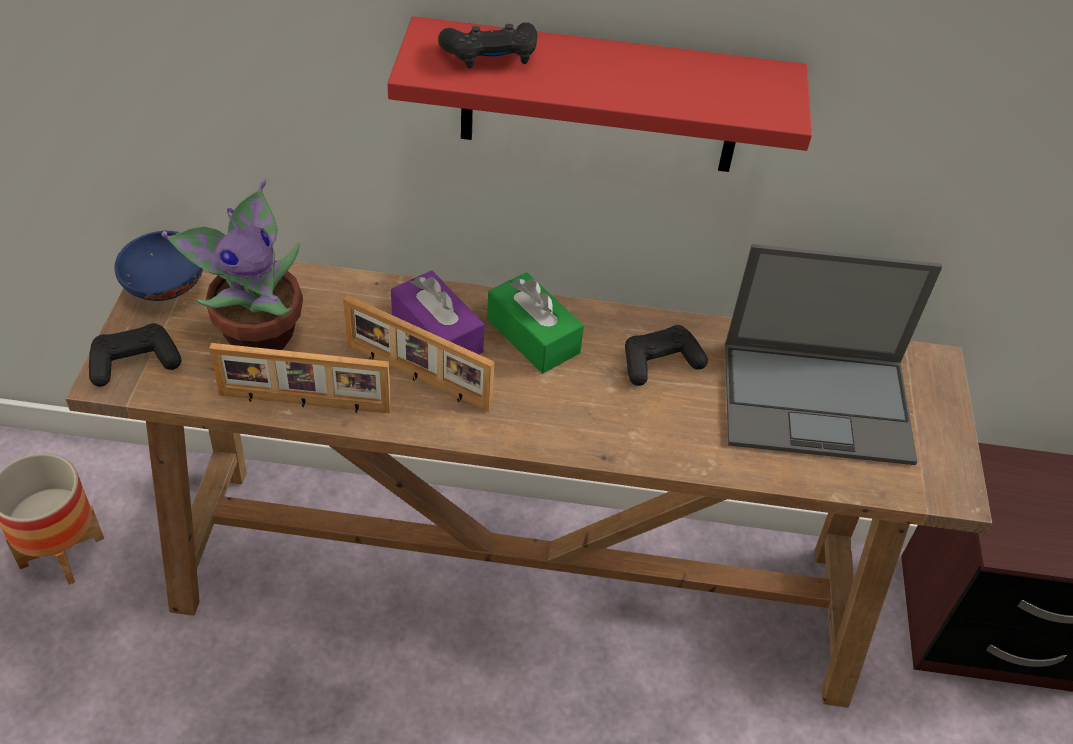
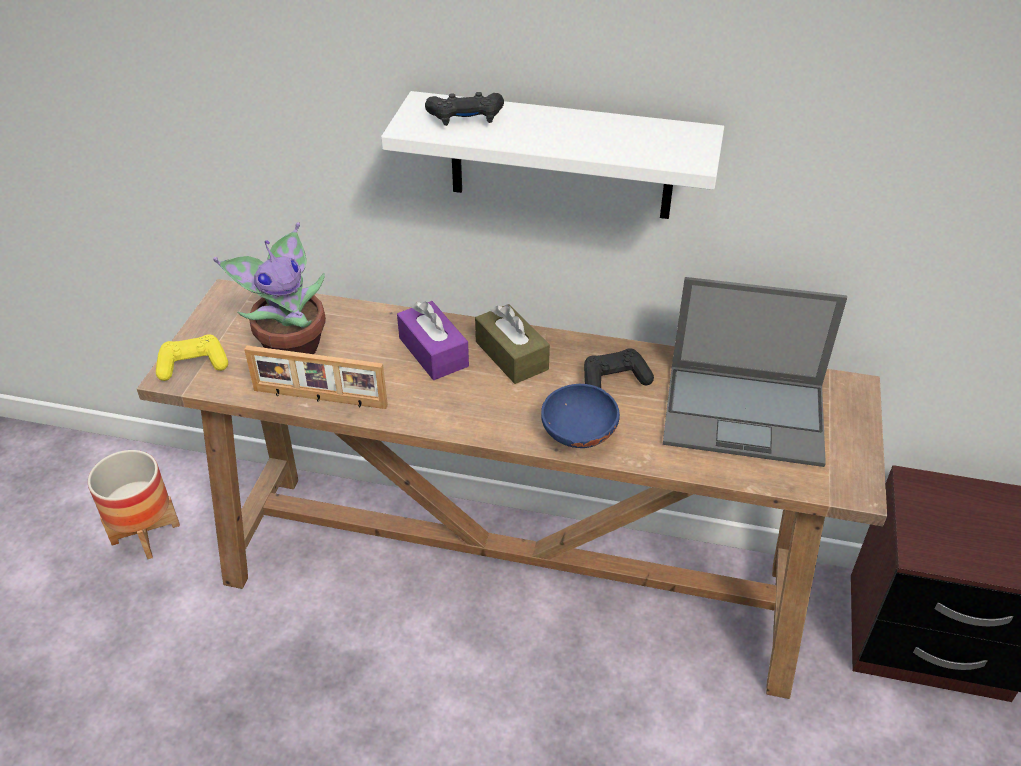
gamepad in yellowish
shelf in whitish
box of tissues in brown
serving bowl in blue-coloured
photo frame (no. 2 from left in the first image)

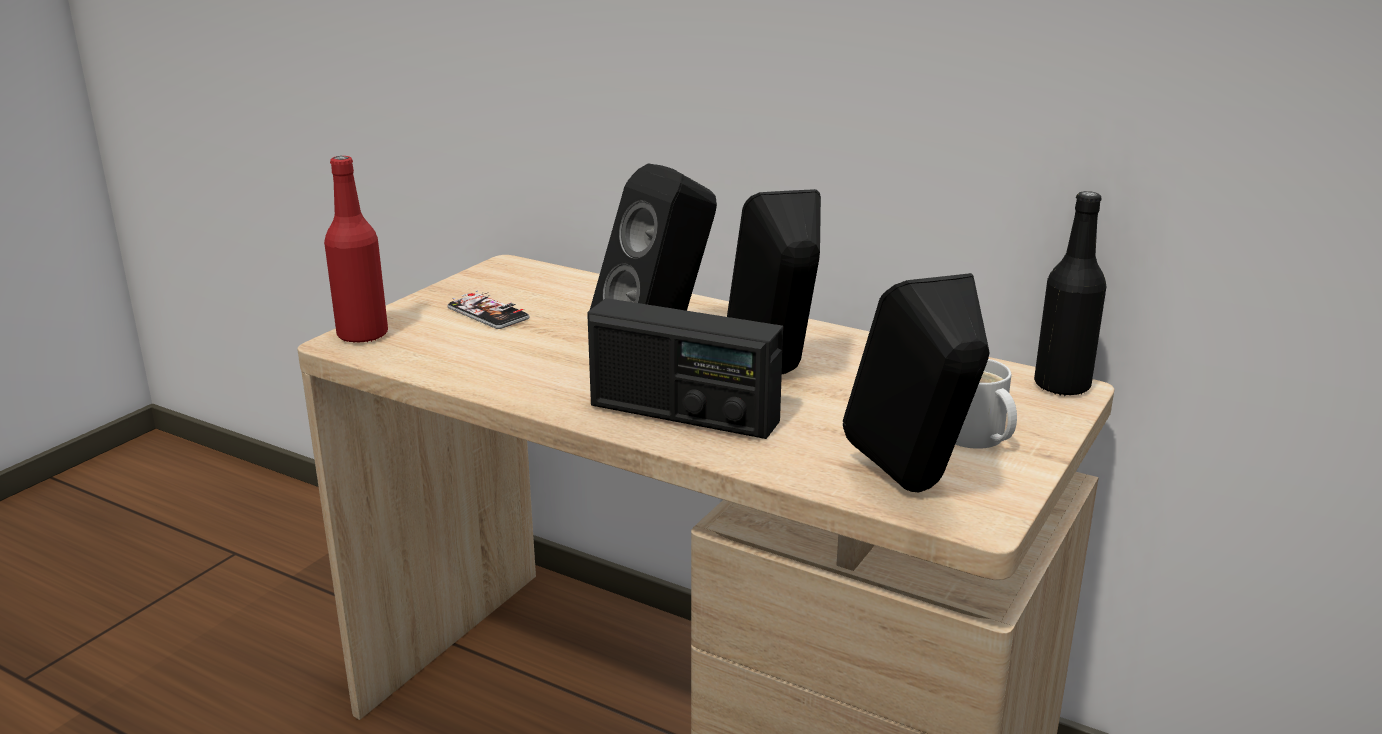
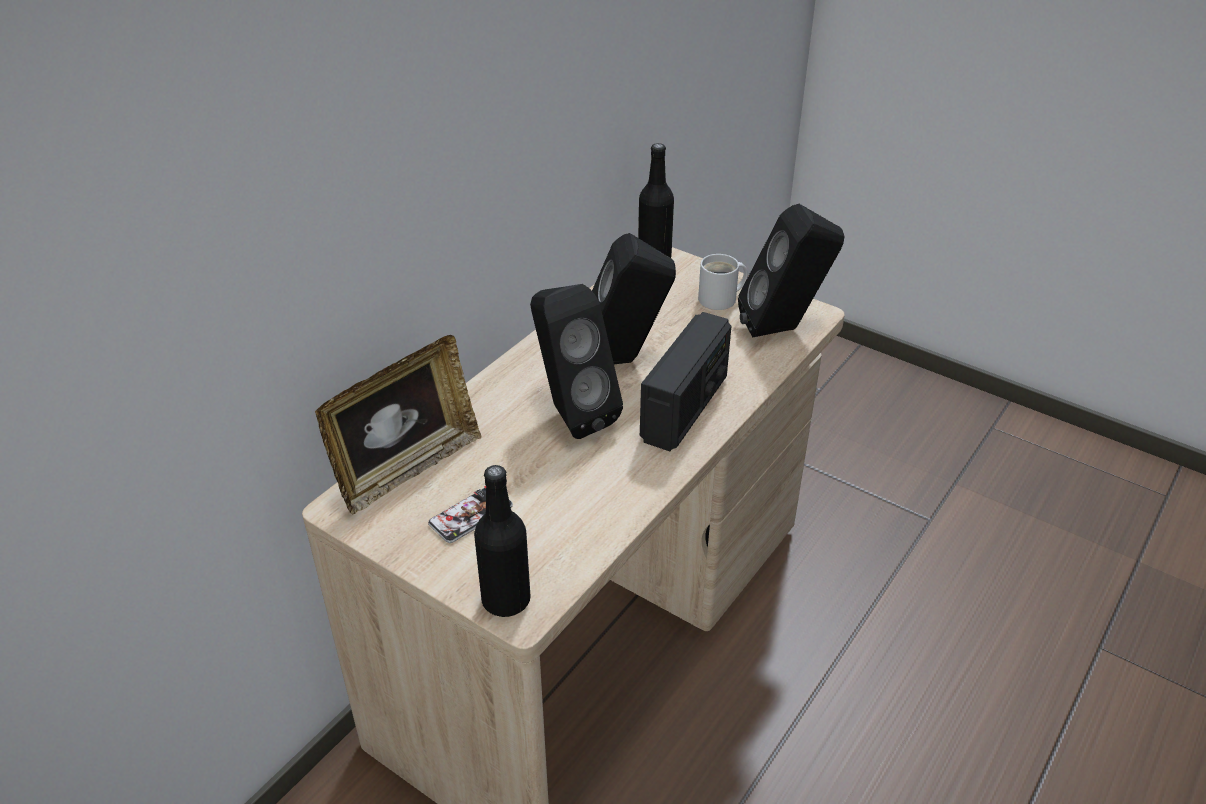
photo frame
beverage bottle in black (no. 1 from left)

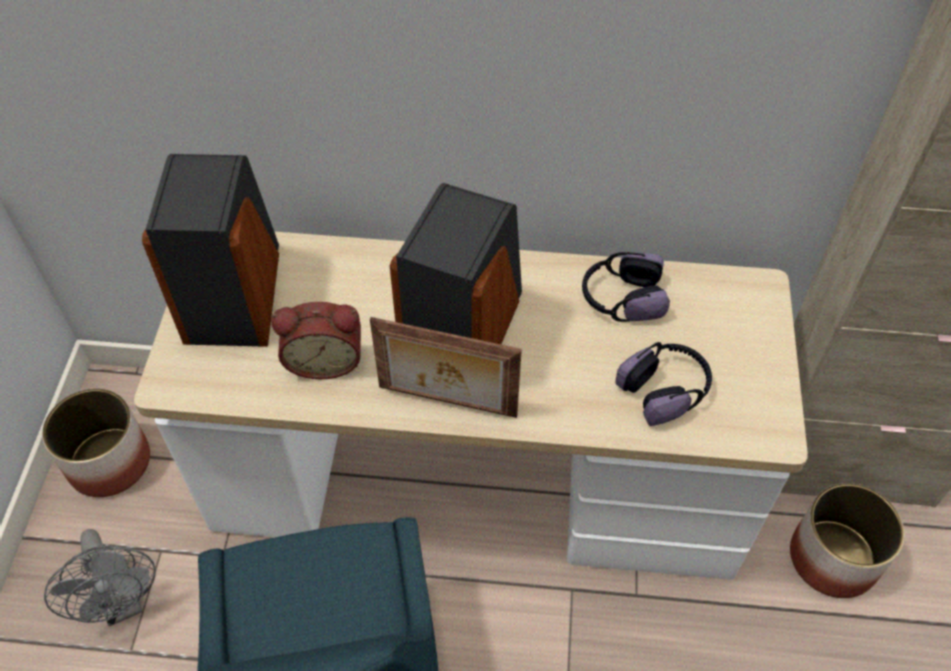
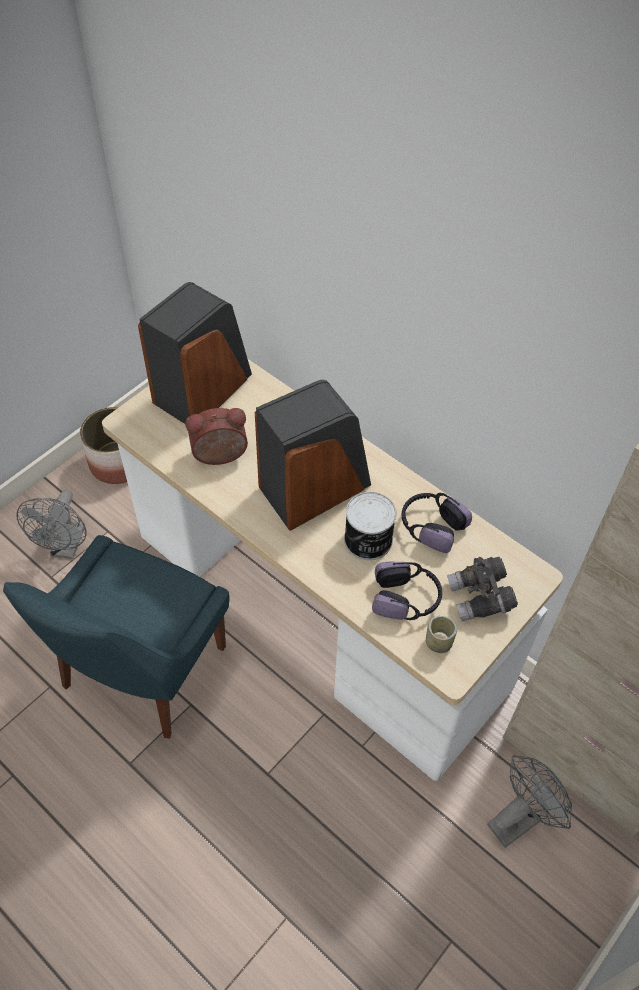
alarm clock
sealed can
drinking cup
binoculars in gray
cooling fan in gray (no. 2 from left)
photo frame

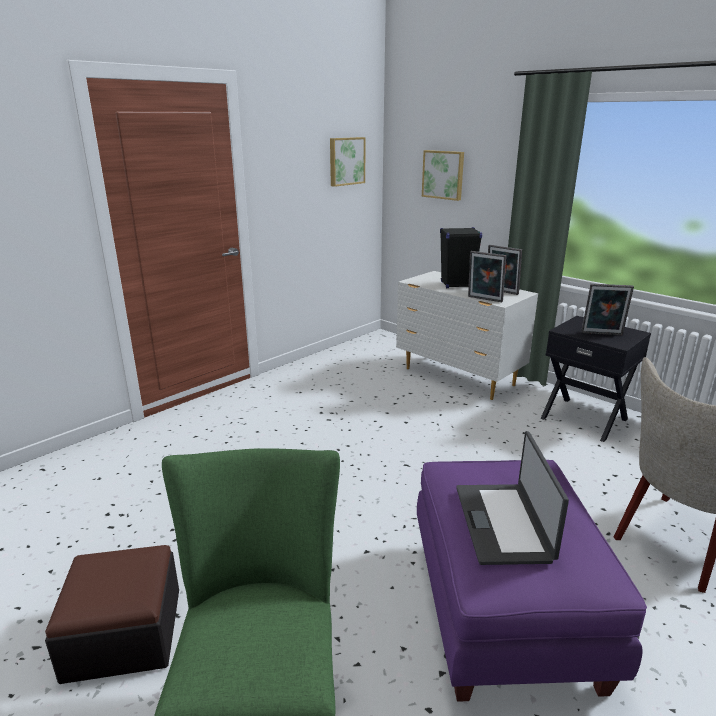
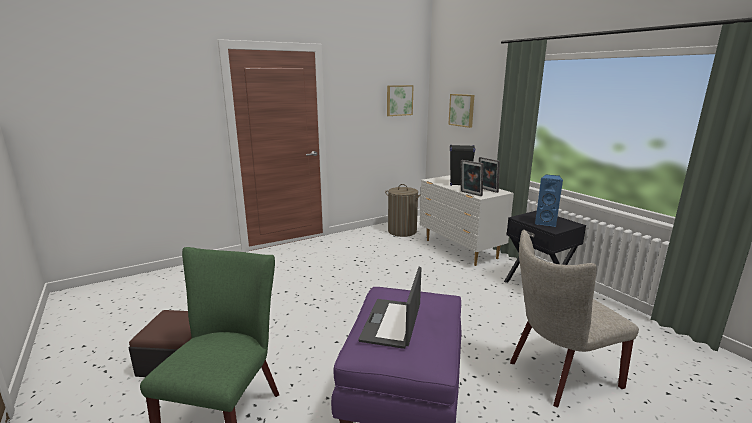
hamper
loudspeaker in blue-coloured

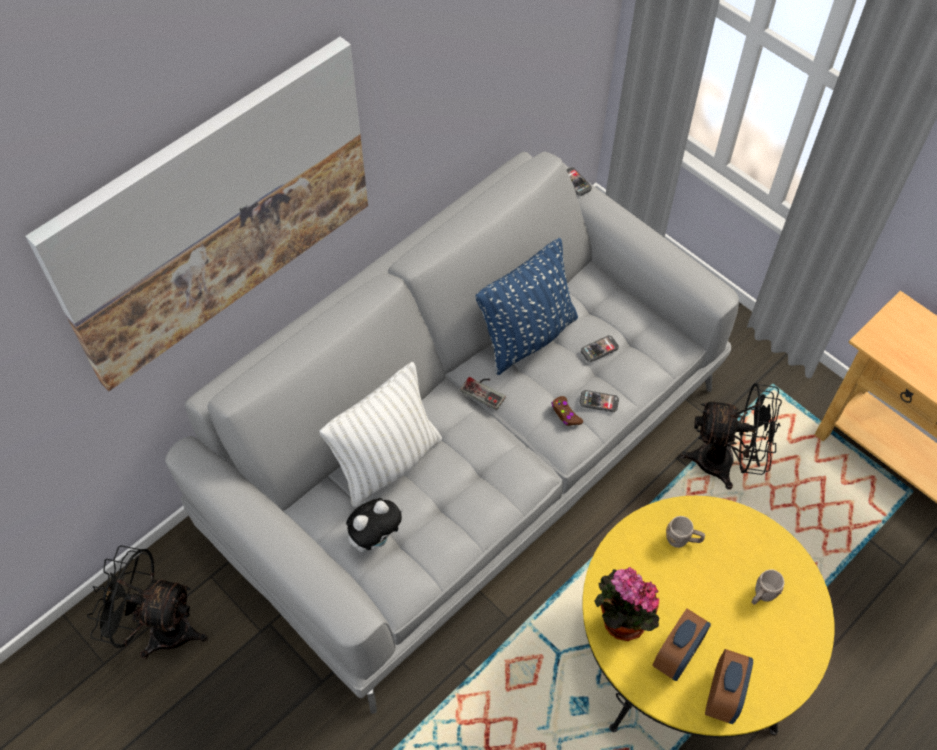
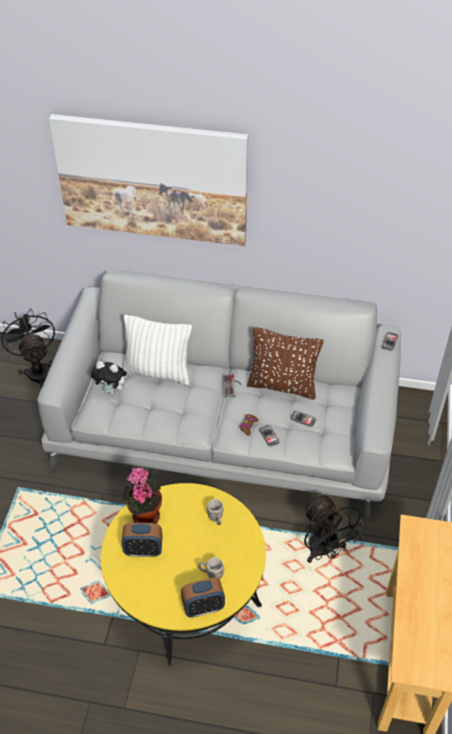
alarm clock (no. 2 from left)
throw pillow in brown

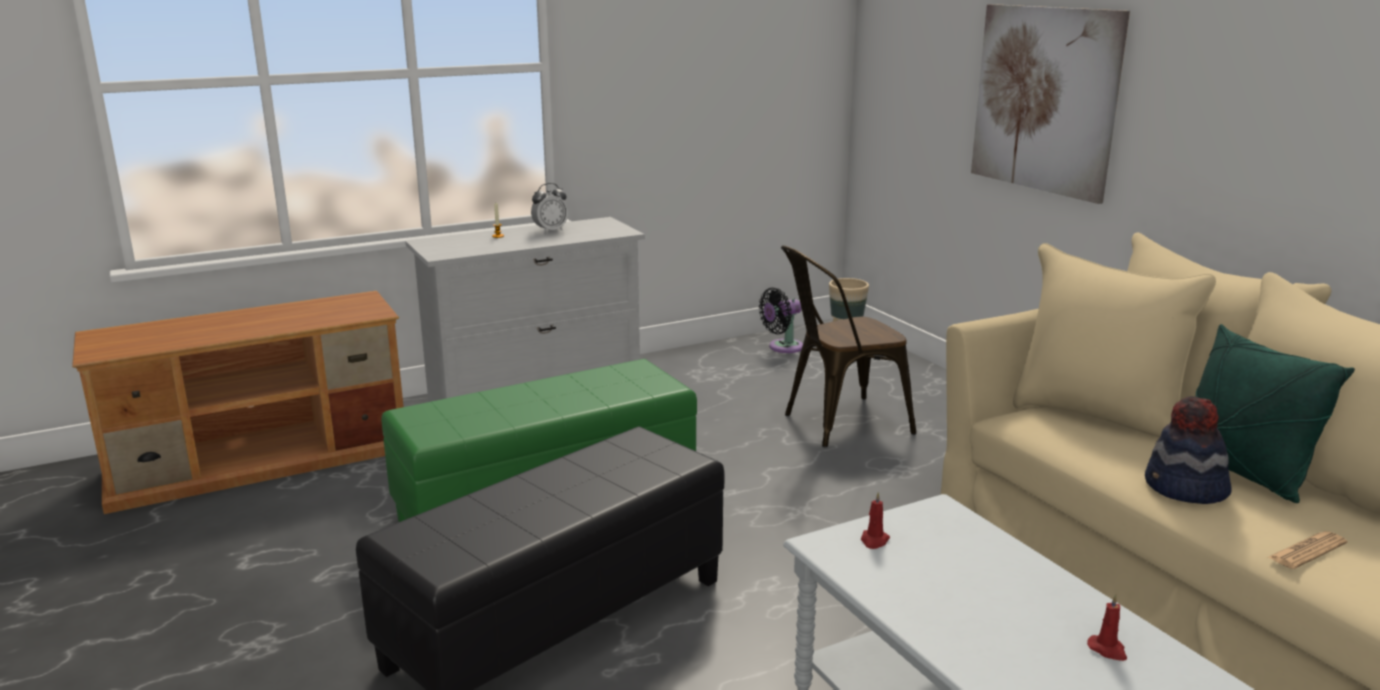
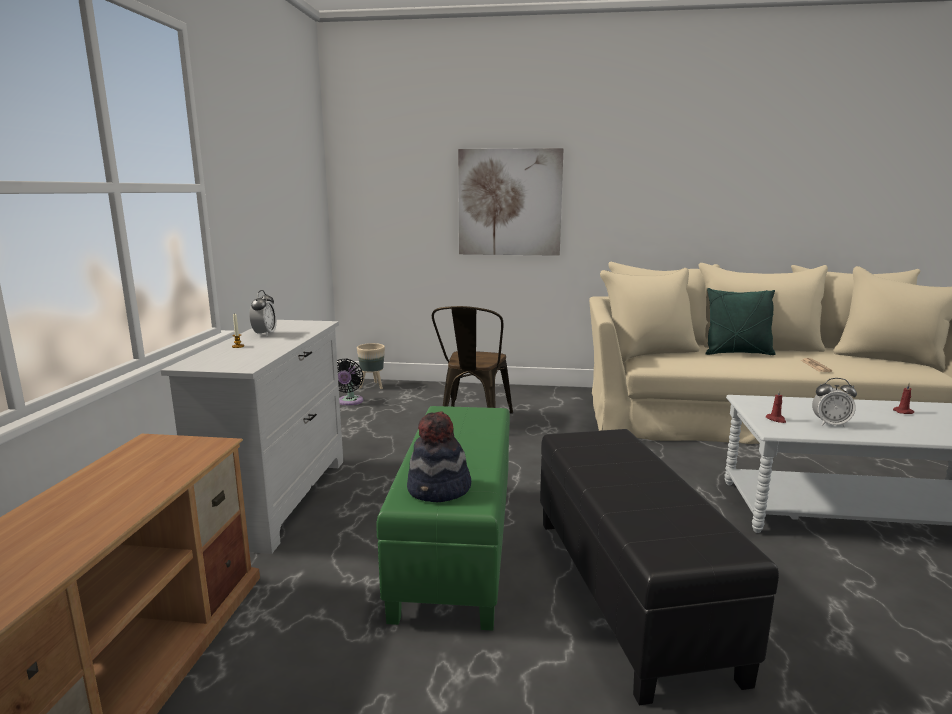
hat
alarm clock (no. 2 from left)

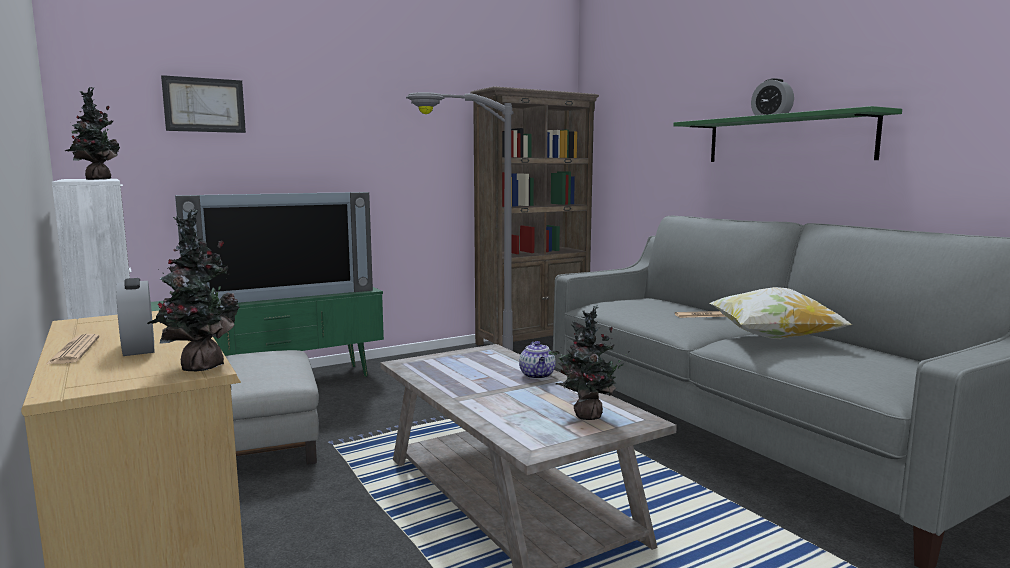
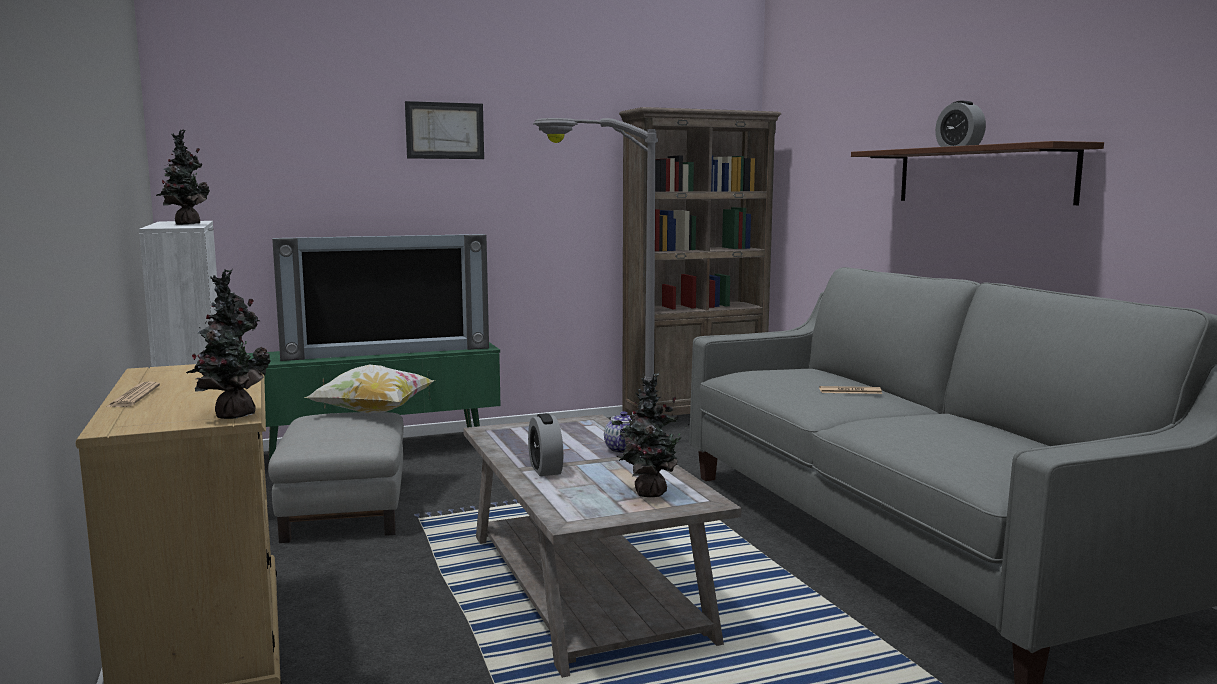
throw pillow
picture
alarm clock (no. 1 from left)
shelf in brown

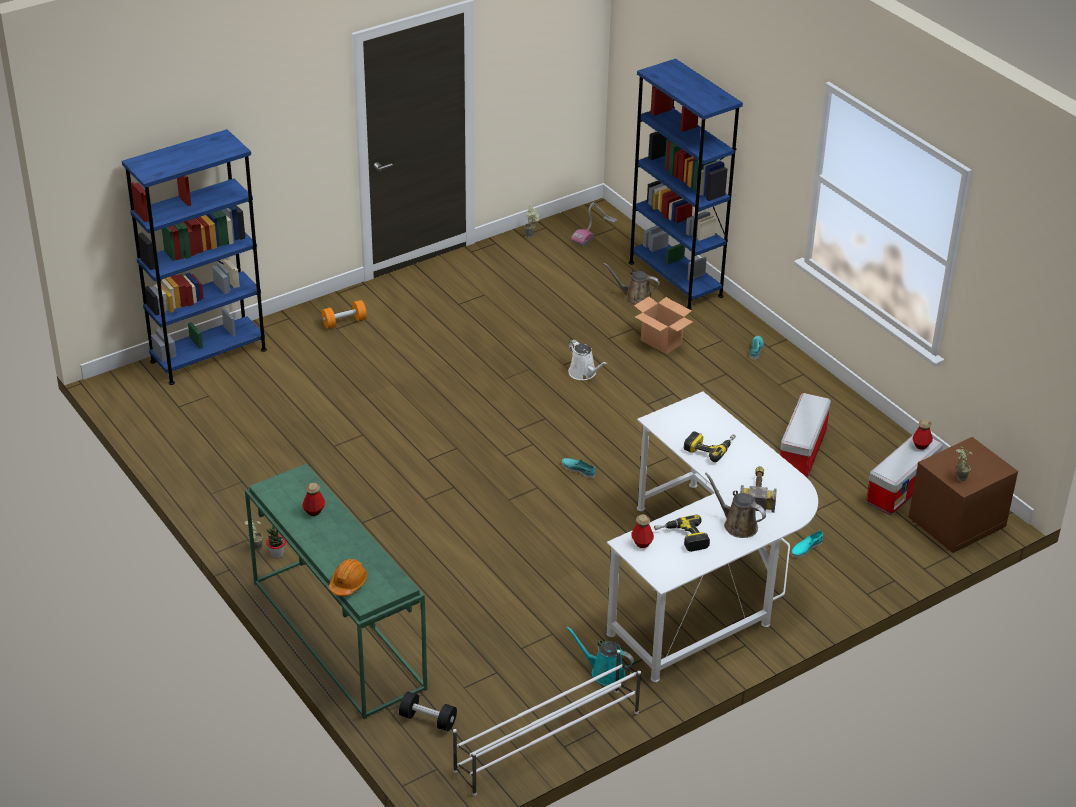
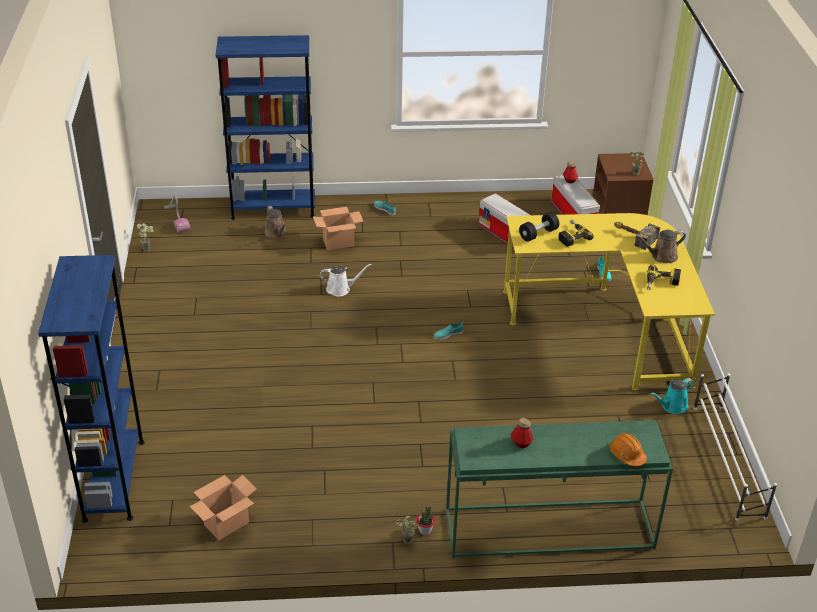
cardboard box (no. 1 from left)
sprinkling can in brown (no. 1 from left)
desk unit in yellowish
hand weight in black
hand weight in orangey
beverage bottle (no. 2 from left in the first image)

